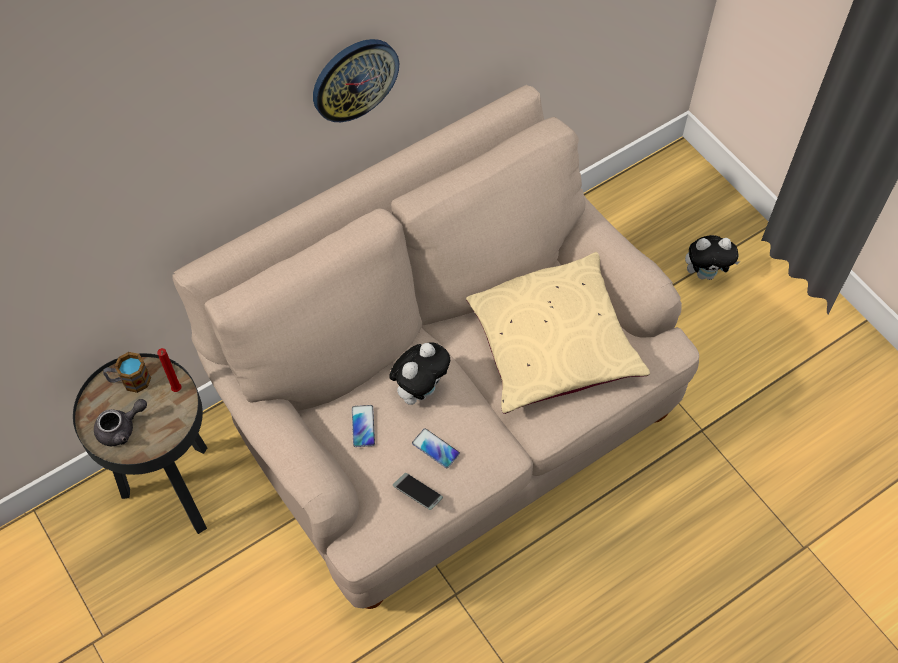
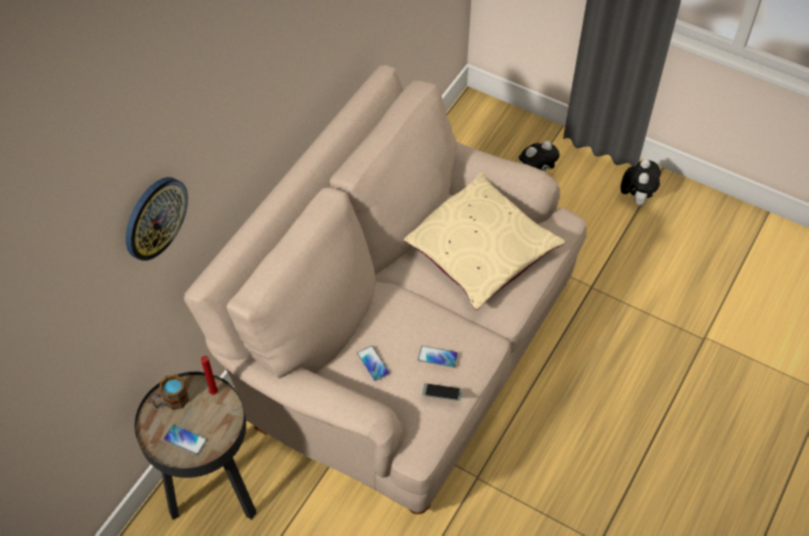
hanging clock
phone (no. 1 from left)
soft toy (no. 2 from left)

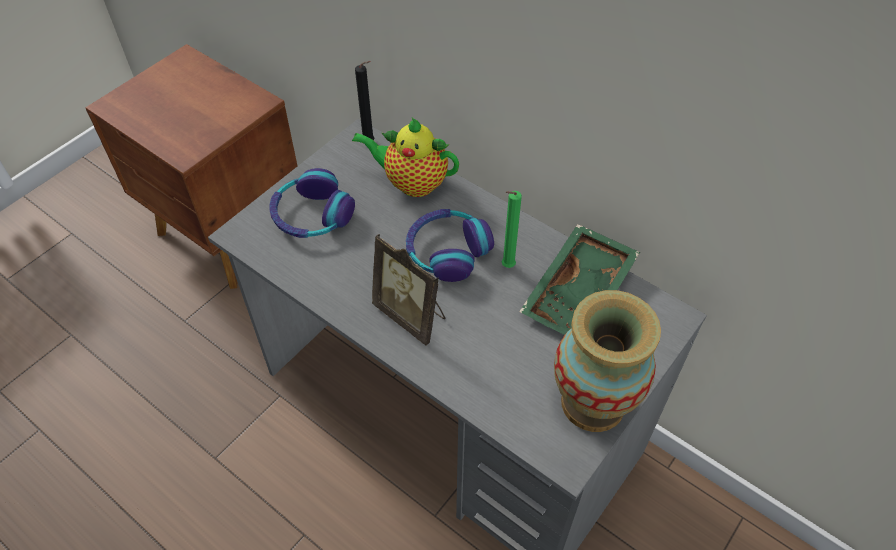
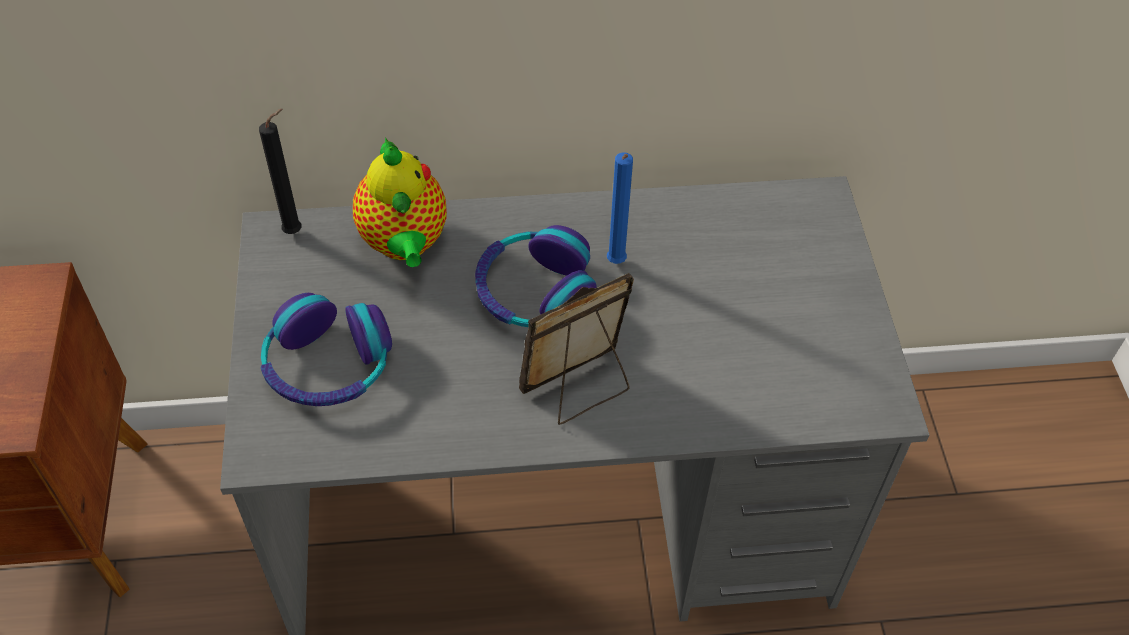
tea pot
photo frame
candle in blue-coloured
serving tray in green
flower vase

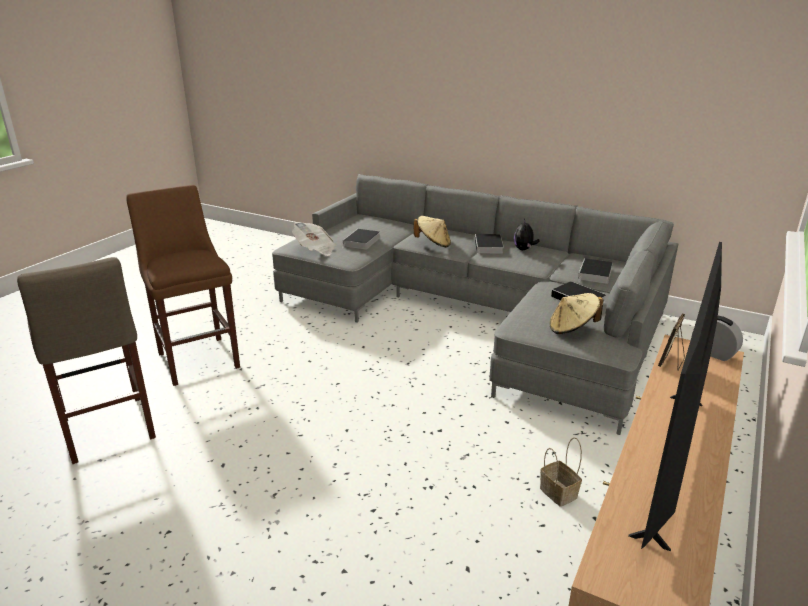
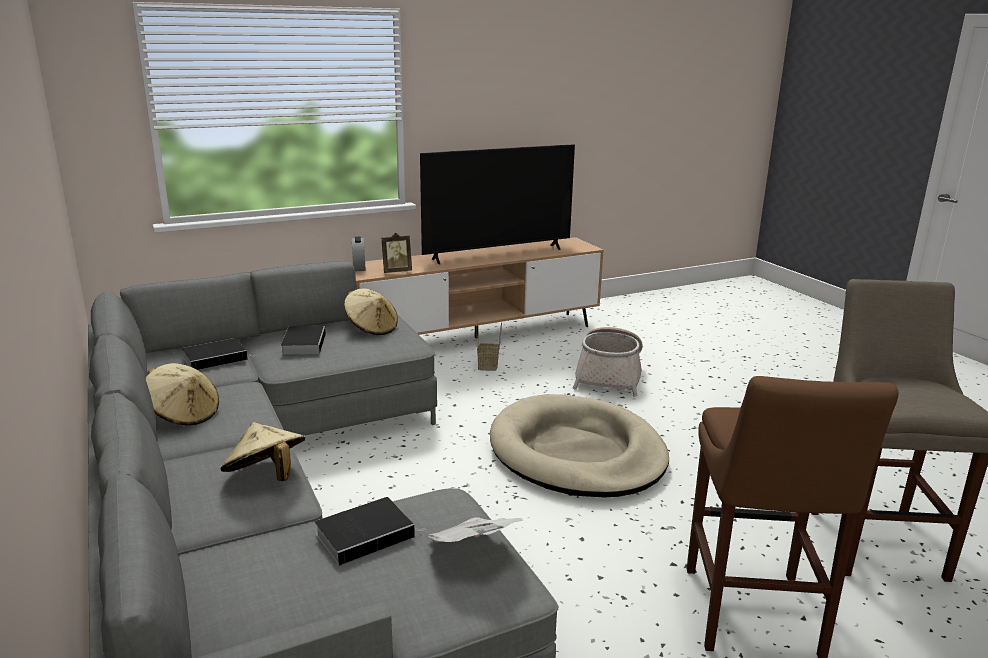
hat in beige-coloured (no. 1 from left)
pet bed in beige-coloured
household basket (no. 2 from left)
book (no. 2 from left in the first image)

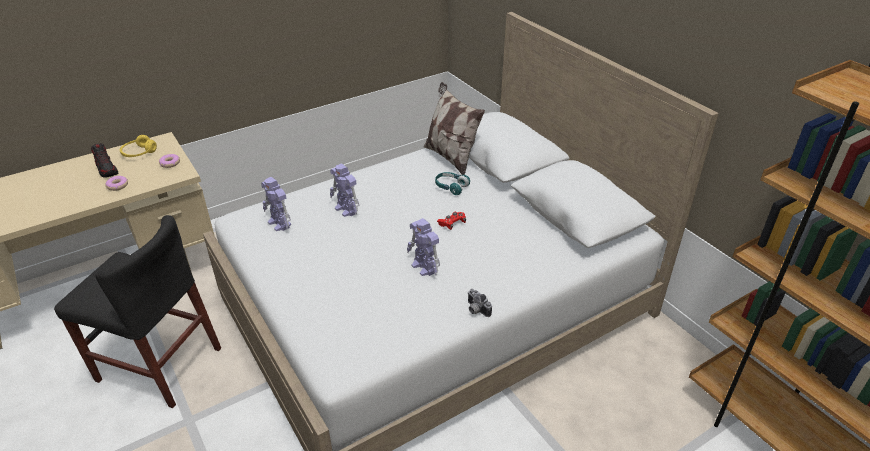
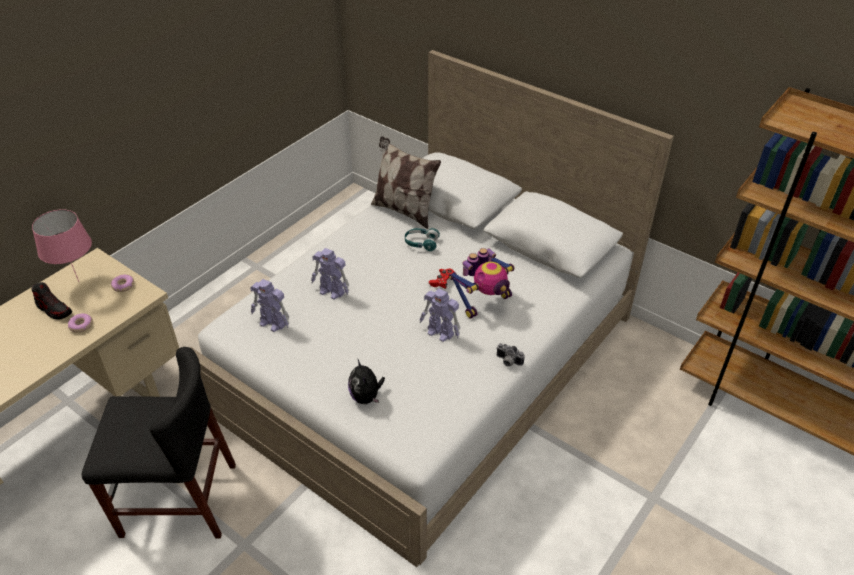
lamp for a table in pink
soft toy
robot figure (no. 4 from left)

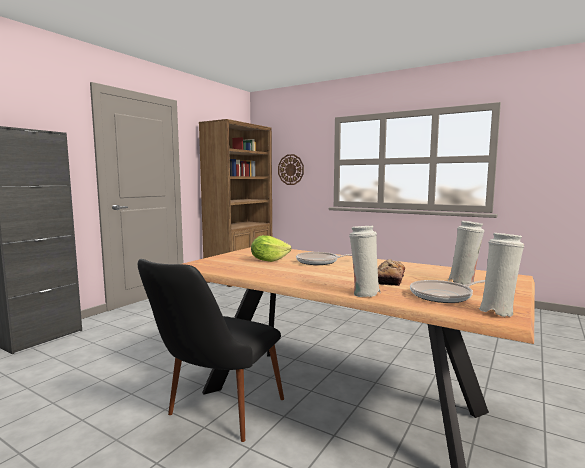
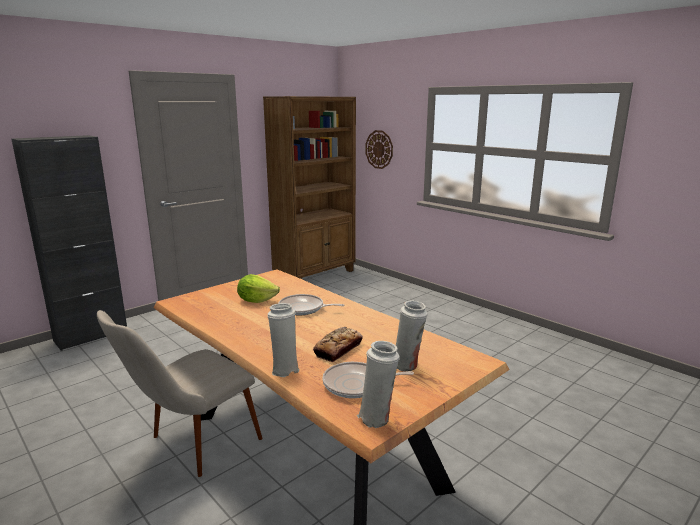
upright chair in beige-coloured

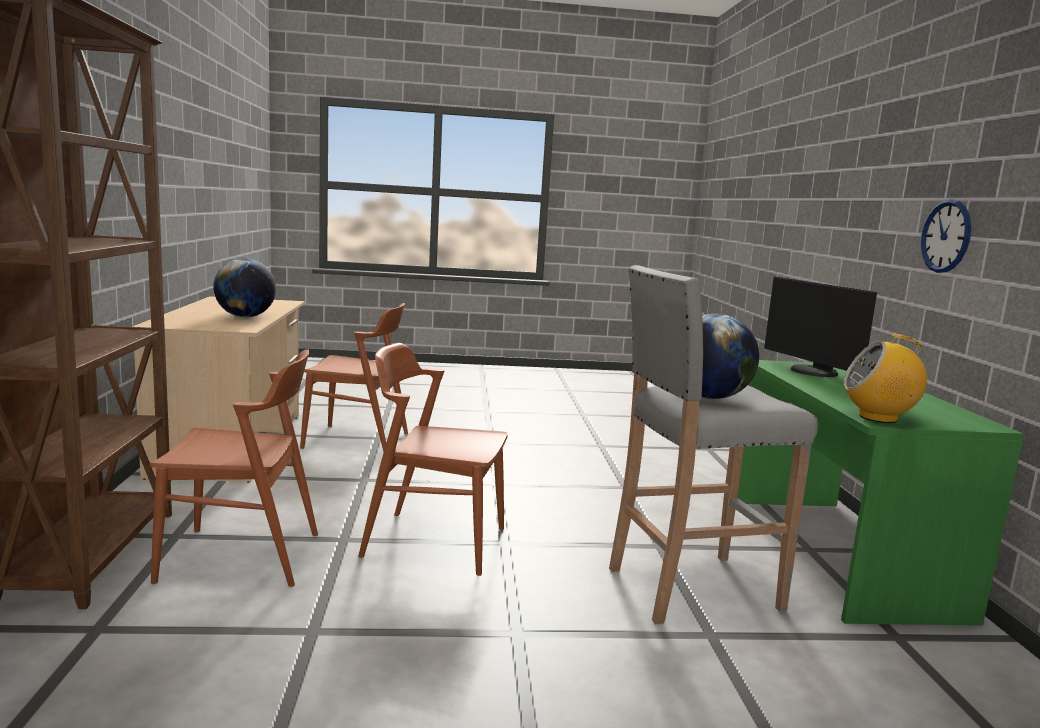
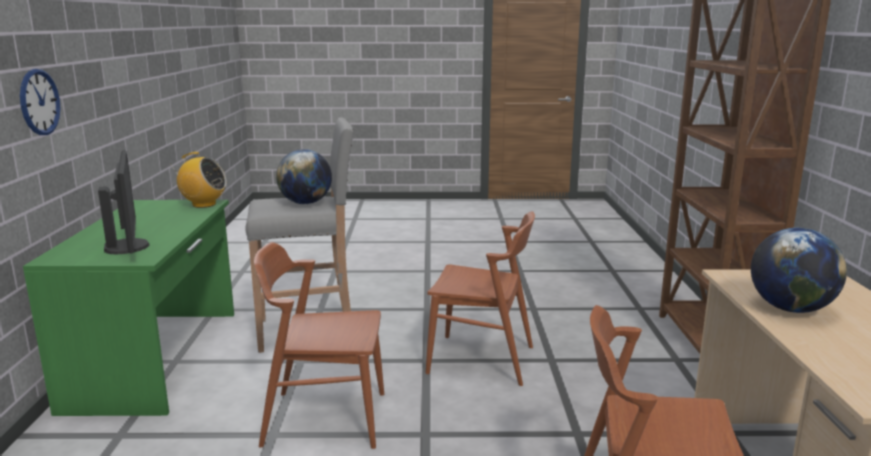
upright chair in brown (no. 1 from left)

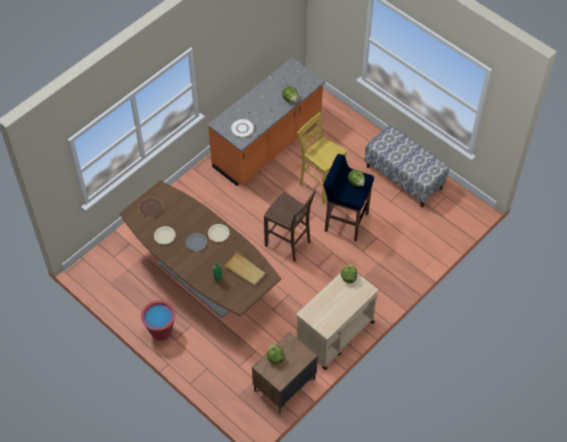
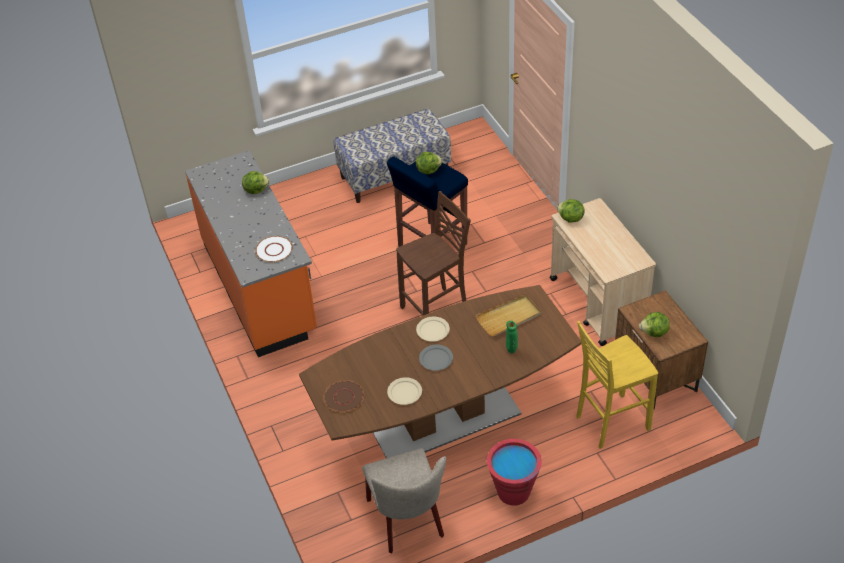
upright chair in beige-coloured
stool seat in yellowish

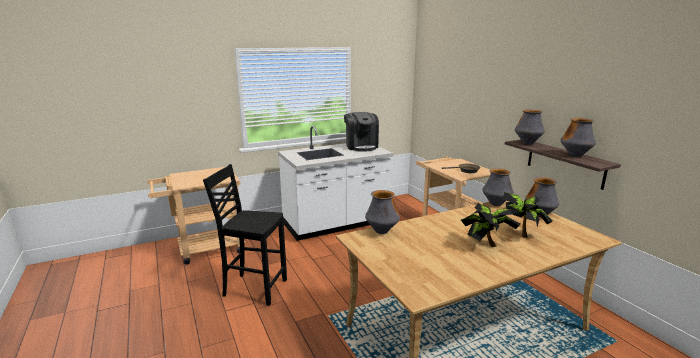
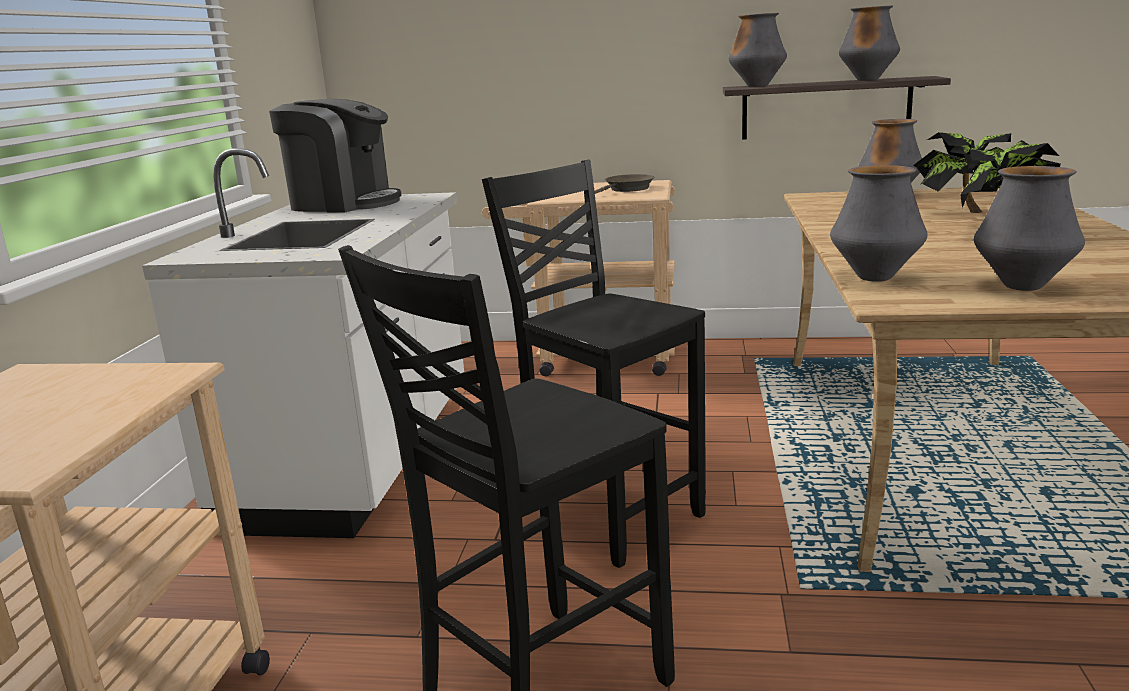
upright chair in black (no. 2 from left)
flower vase (no. 5 from left)

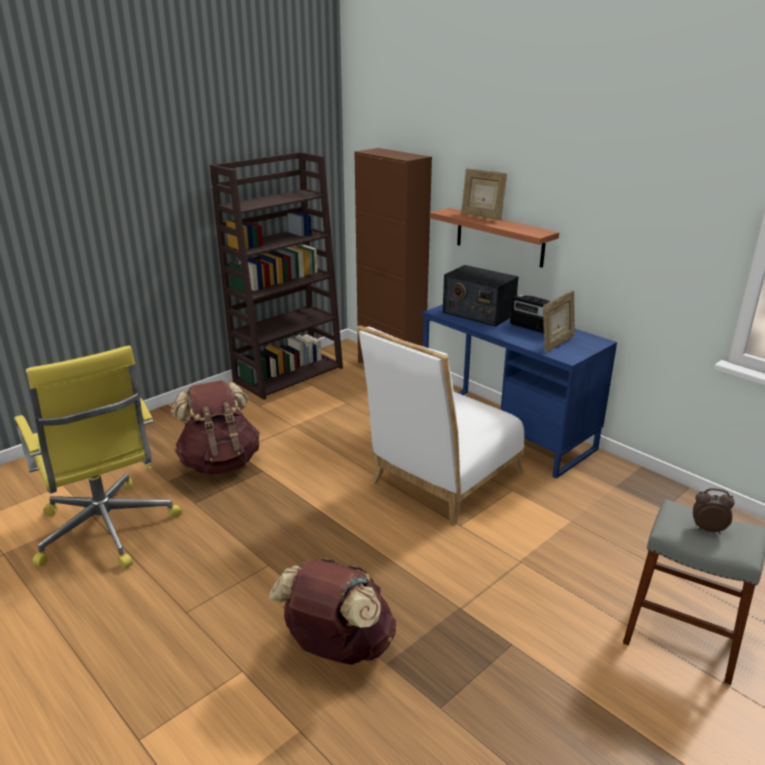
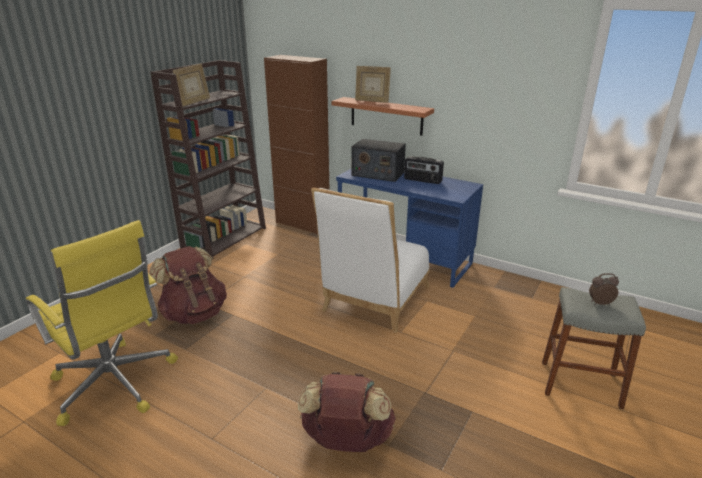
photo frame (no. 1 from left)

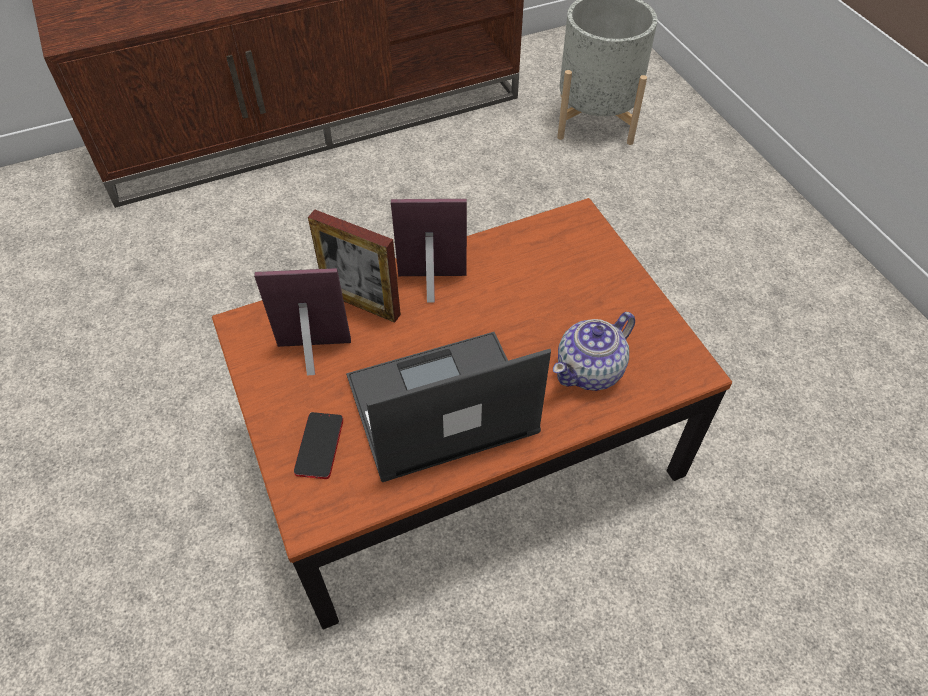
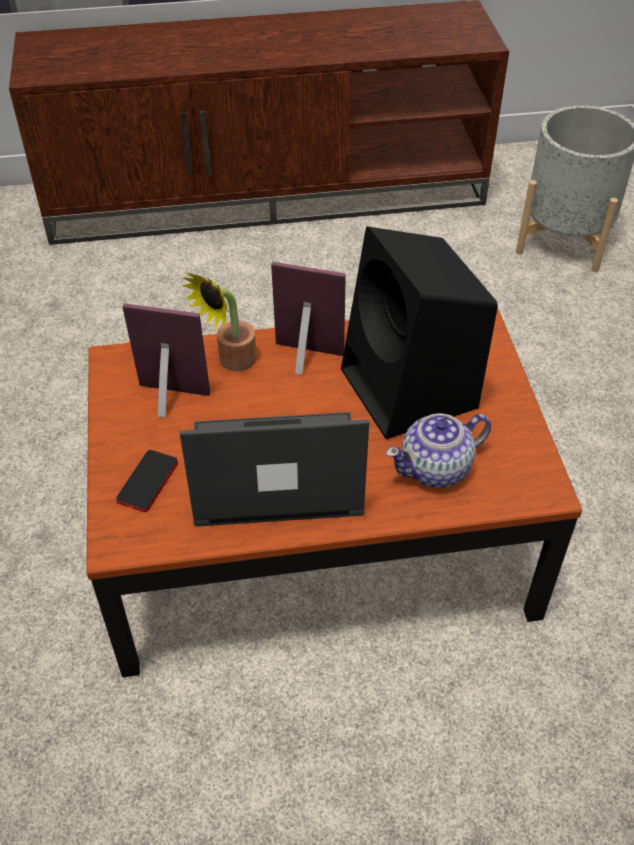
plant in a pot
loudspeaker in black

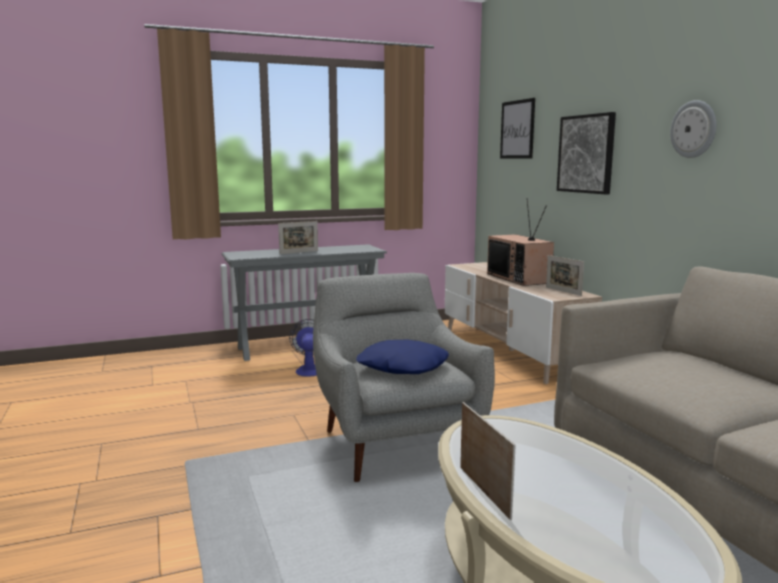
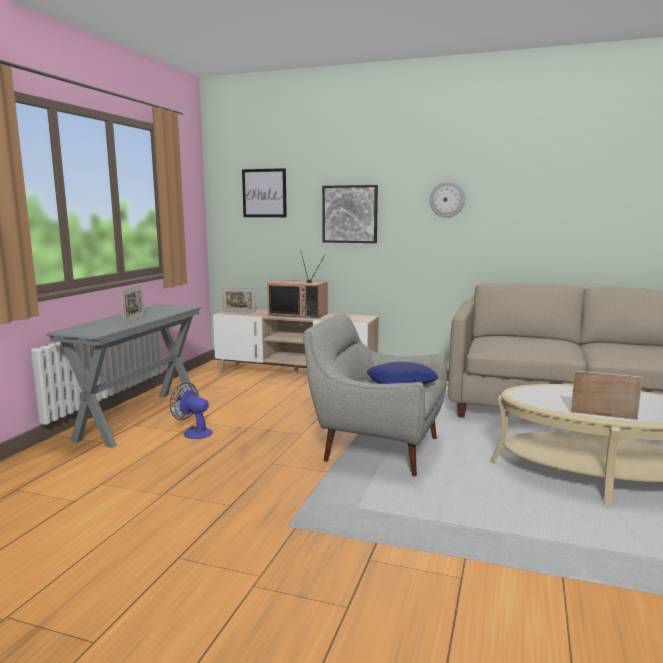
photo frame (no. 2 from left)

